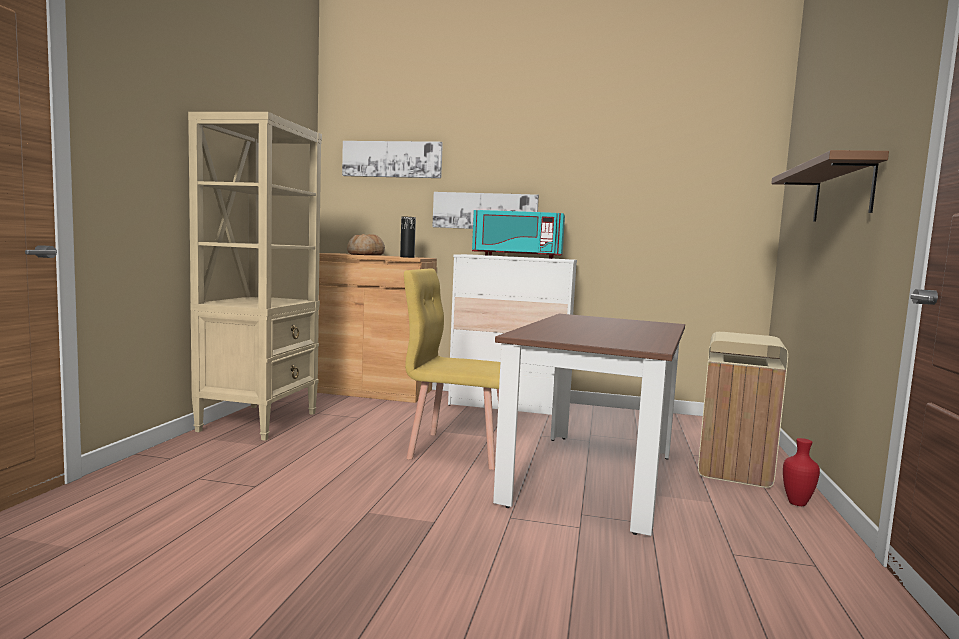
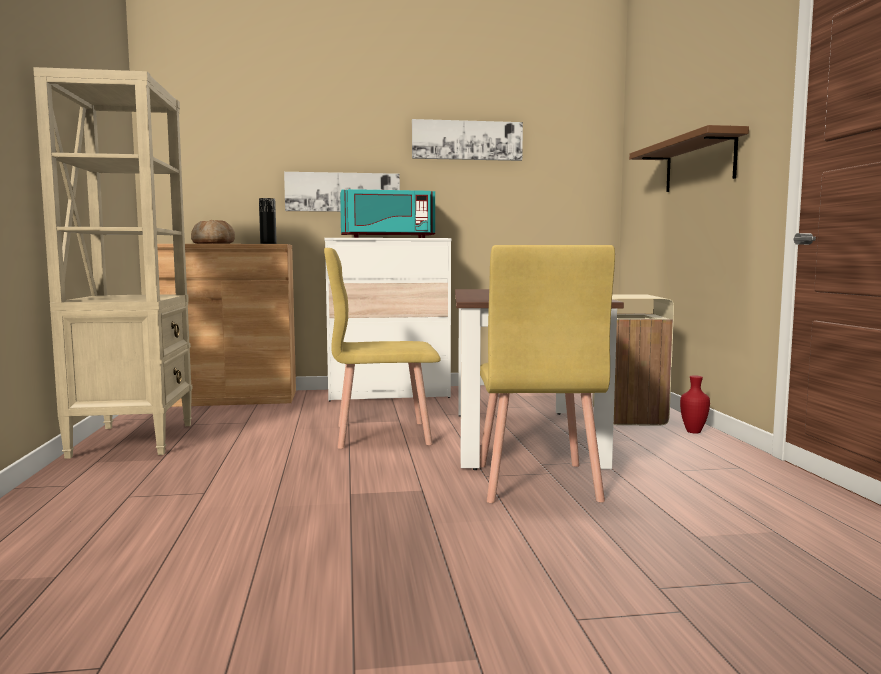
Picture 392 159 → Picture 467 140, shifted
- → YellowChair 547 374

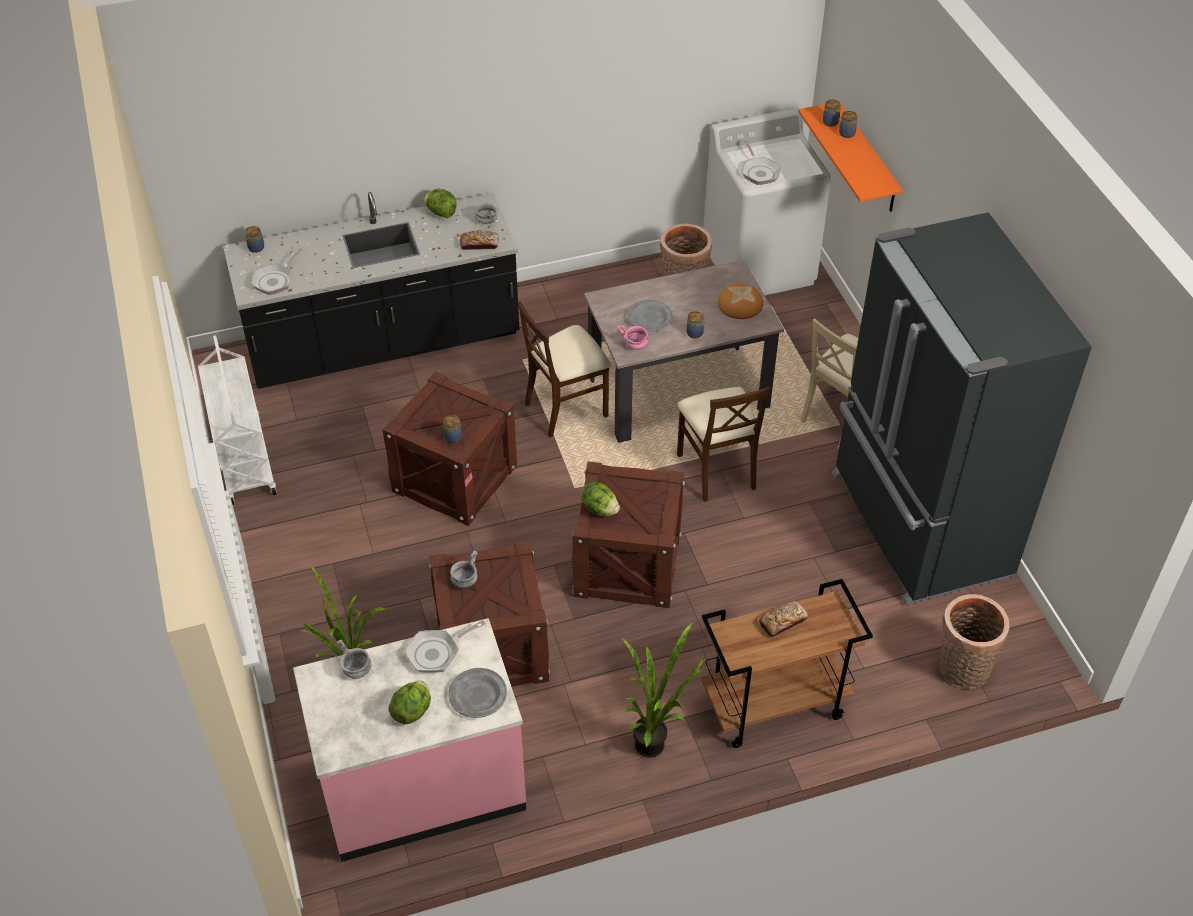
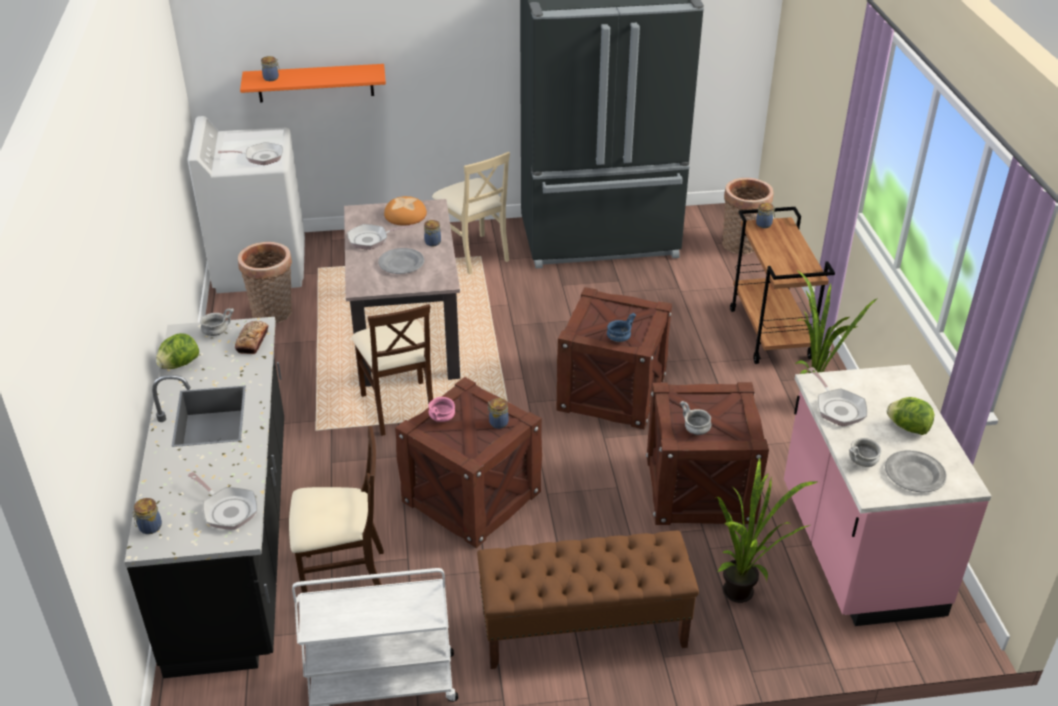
GreyPlate 477 693 → GreyPlate 916 471, shifted
Lettuce 600 498 → BlueBowl 621 327
PinkBowl 633 337 → PinkBowl 441 409, shifted
BeigeChair 723 444 → BeigeChair 336 509, shifted
Bread 783 619 → -
Jar 848 124 → Jar 766 215, shifted
- → FryingPan 380 237
- → BrownBench 588 599

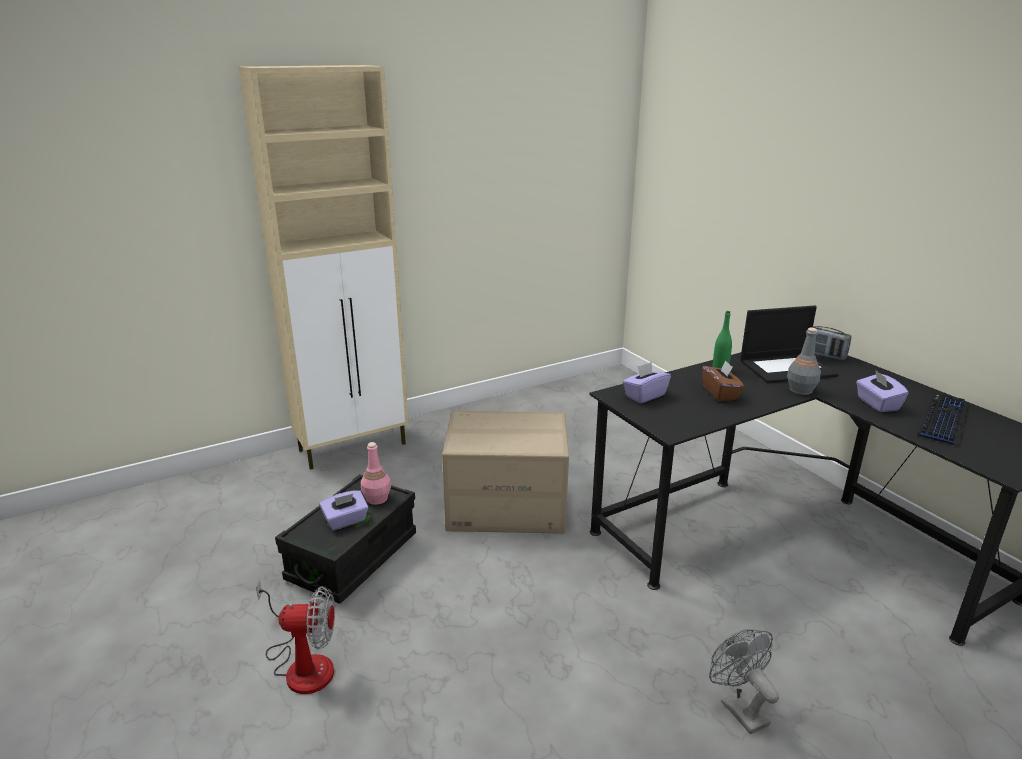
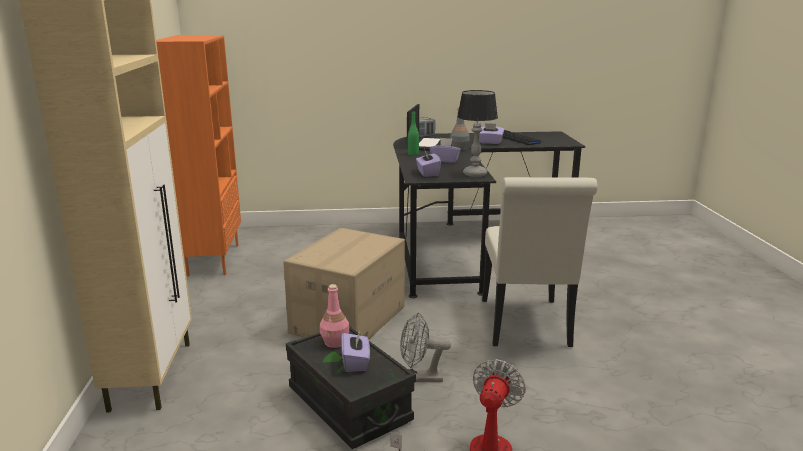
BrownTissueBox 723 380 → PurpleTissueBox 445 150
GreyFan 744 681 → GreyFan 425 347, shifted
- → OrangeBookcase 198 155
- → TableLamp 477 133
- → WhiteChair 540 262

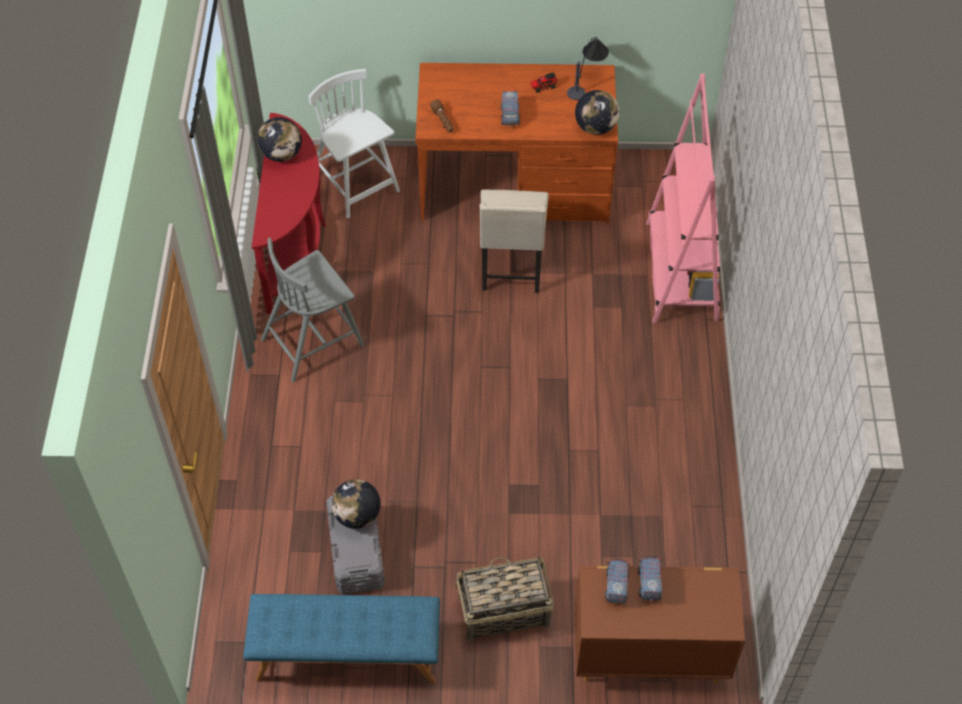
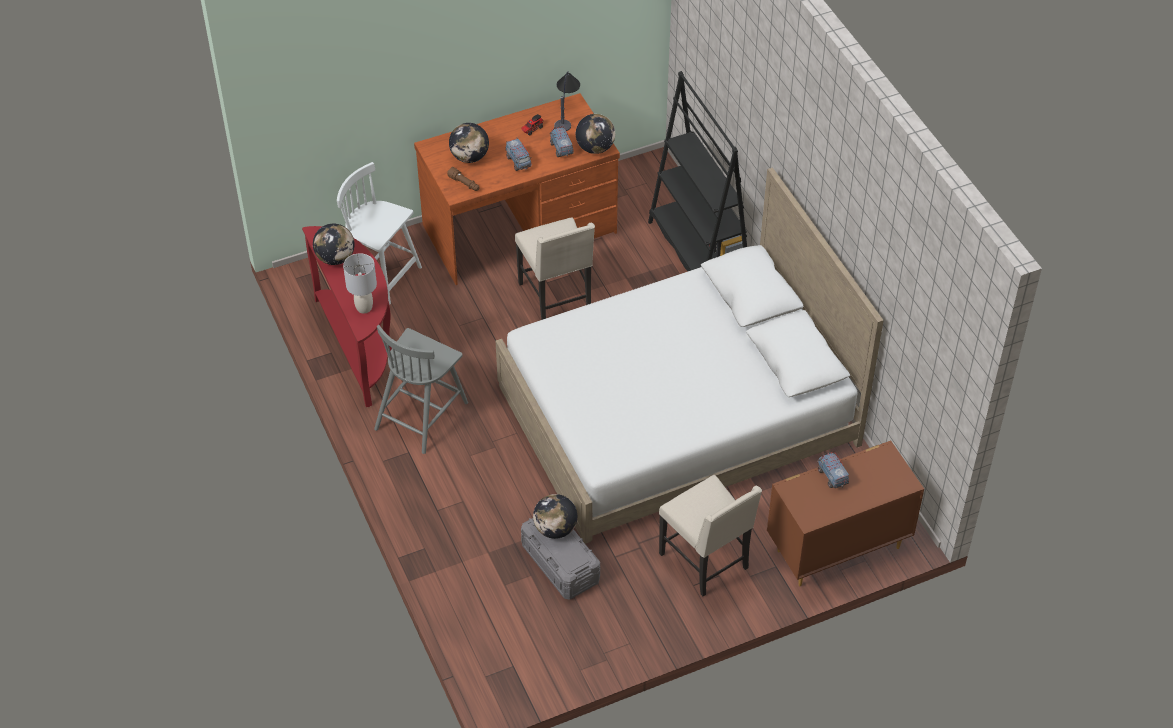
BlueBench 341 639 → -
Basket 505 599 → BeigeChair 710 535
ToyTruck 617 582 → ToyTruck 562 141, shifted
PinkBookcase 683 198 → BlackBookcase 697 171
- → GreyTableLamp 360 283
- → Globe 469 143
- → WhiteBed 690 355

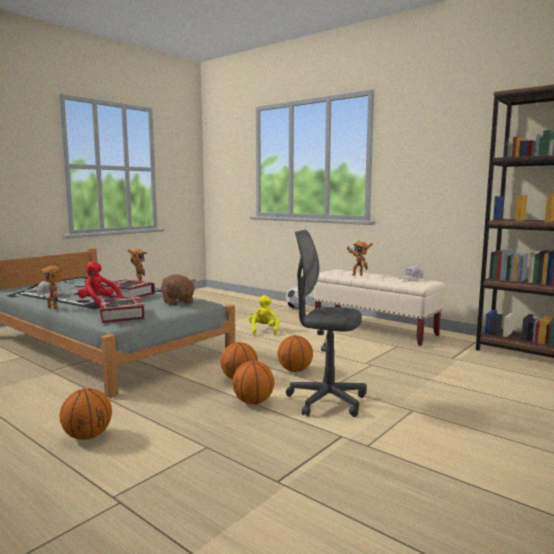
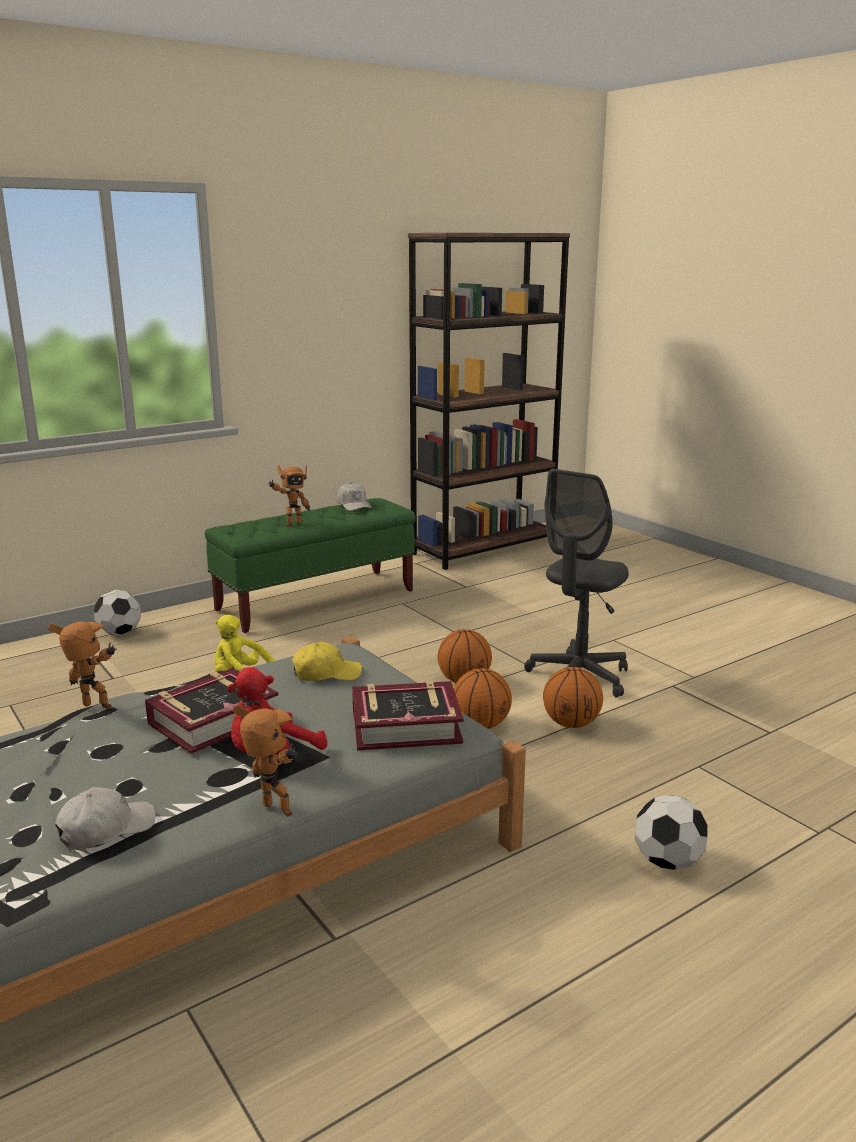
ToyRobot 51 286 → ToyRobot 265 761, 105 degrees counterclockwise
Basketball 86 414 → Football 671 832
BrownPlushToy 178 290 → YellowCap 327 661
BeigeBench 378 307 → GreenBench 310 565

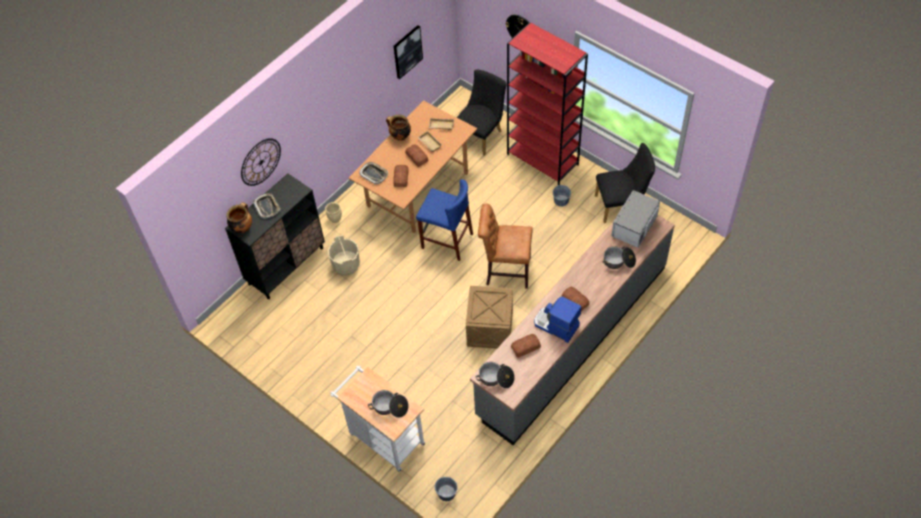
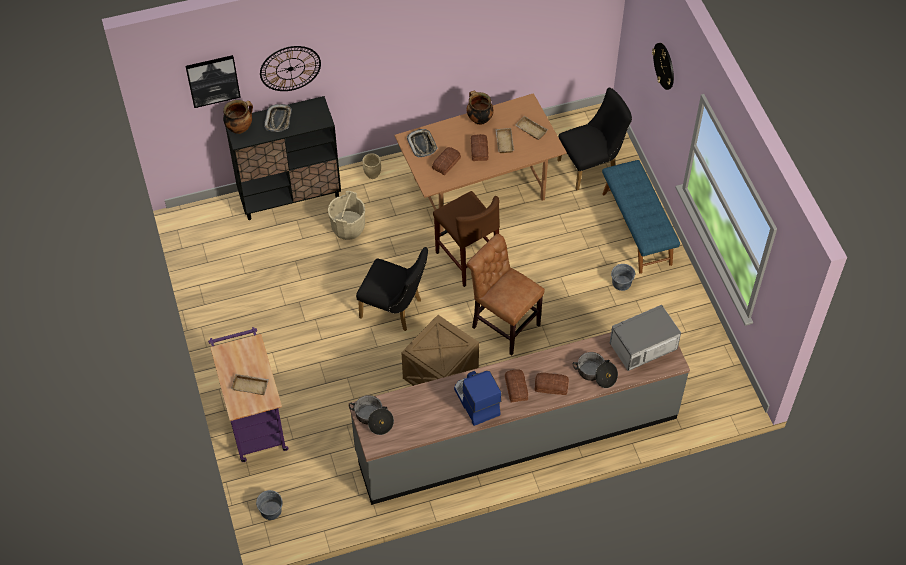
WhiteCart 378 419 → PurpleCart 248 394
CookingPot 388 404 → BeigeTray 250 384
Picture 408 52 → Picture 213 81, shifted
BlueStool 444 220 → BrownStool 466 239
RedBookcase 547 104 → BlueBench 641 217
Bread 526 346 → Bread 552 384, shifted
BlackChair 625 183 → BlackChair 392 289, shifted

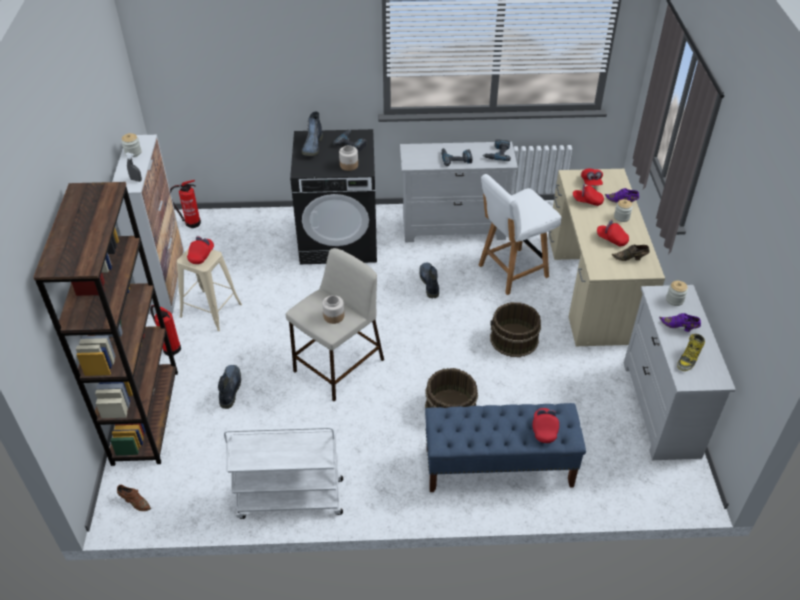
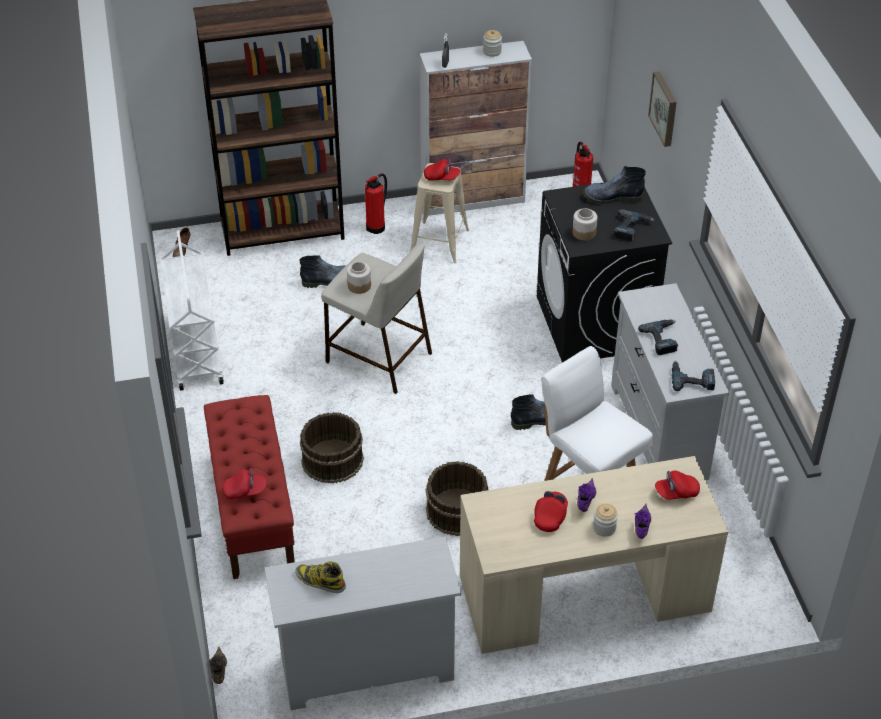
BlueBench 505 447 → RedBench 249 487
RedCap 588 194 → -
BrownShoe 631 253 → BrownShoe 218 665, shifted
PurpleShoe 680 322 → PurpleShoe 586 495, shifted
Jar 677 293 → -
- → Picture 662 109

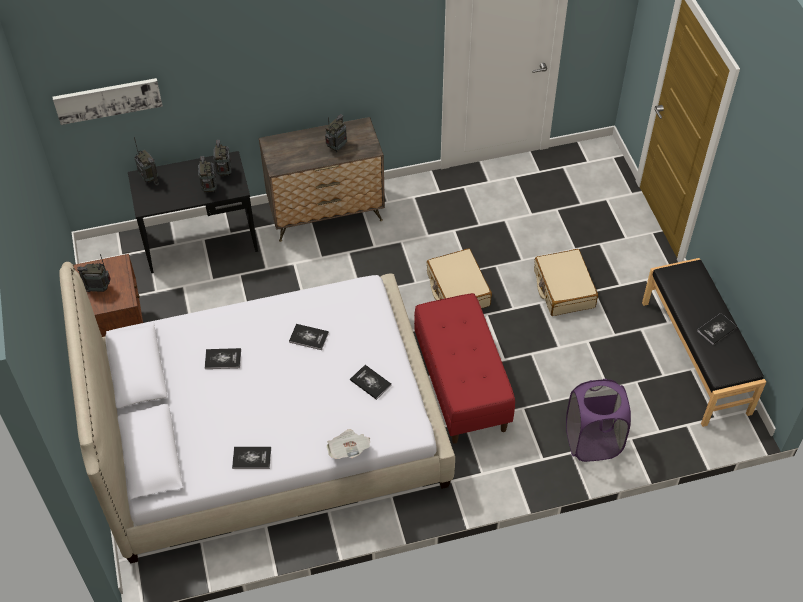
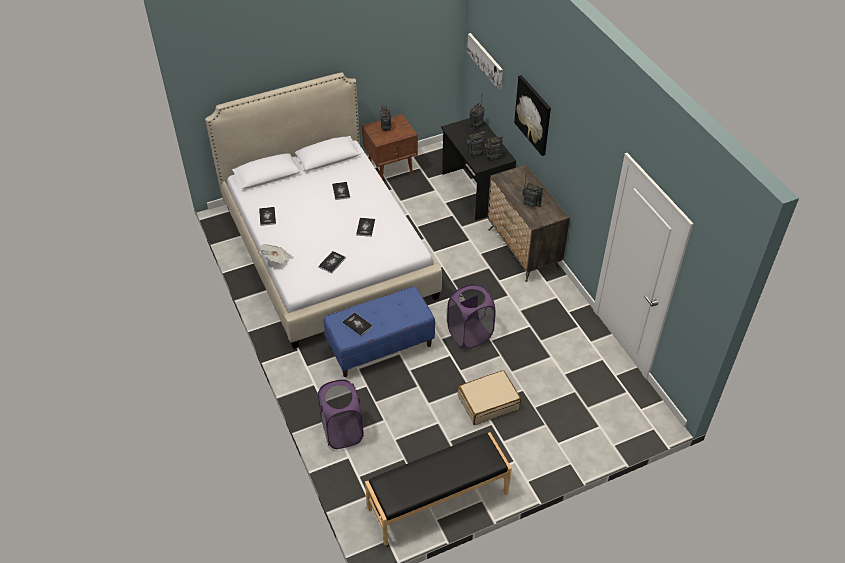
RedBench 464 368 → BlueBench 379 331
BeigeSuitcase 459 278 → PurpleLaundryBasket 471 316
Book 717 329 → Book 358 324, shifted
- → Picture 532 115

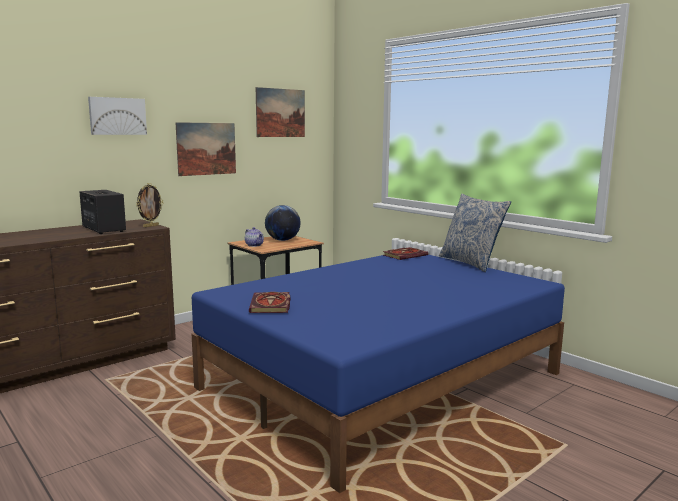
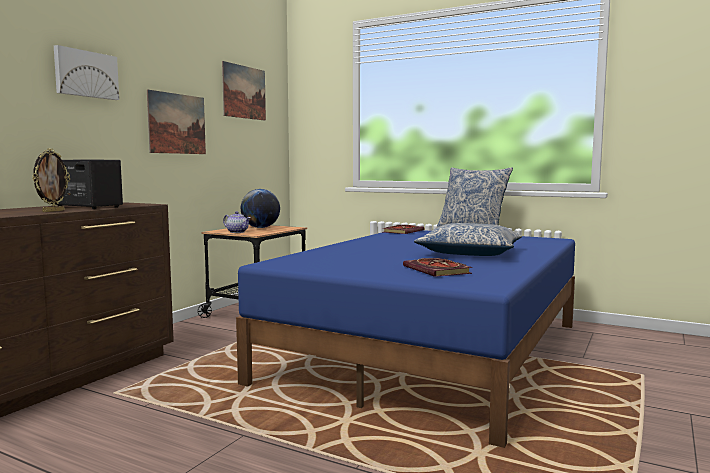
PictureFrame 149 205 → PictureFrame 51 180, shifted
Book 270 302 → Book 437 267, shifted
- → Pillow 468 239

